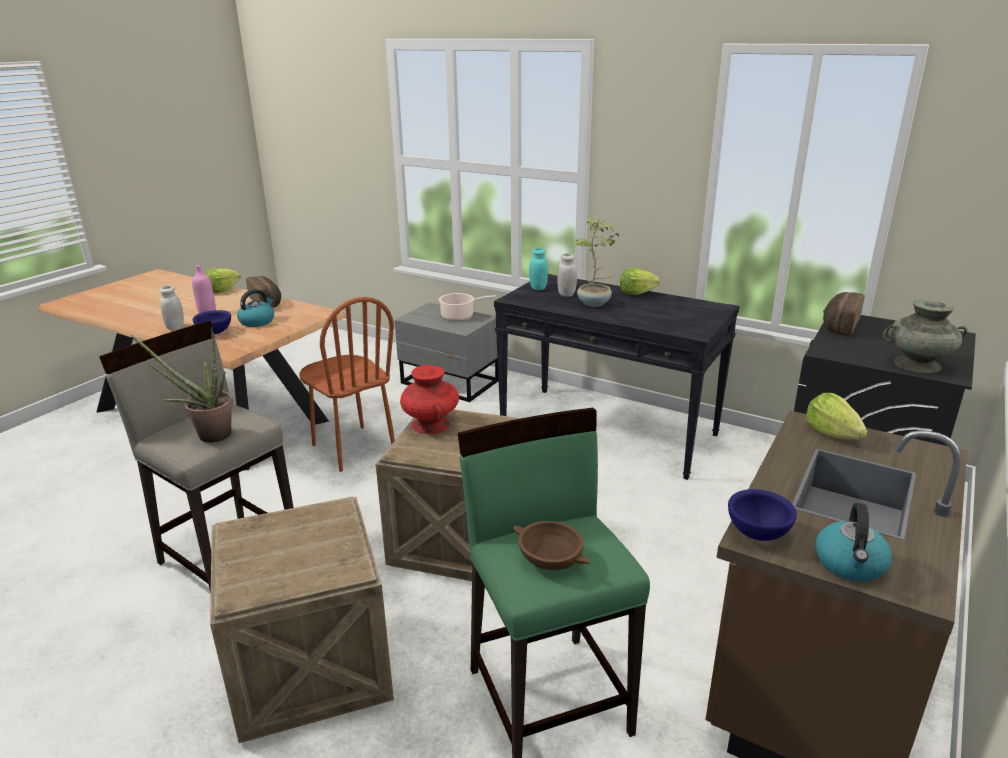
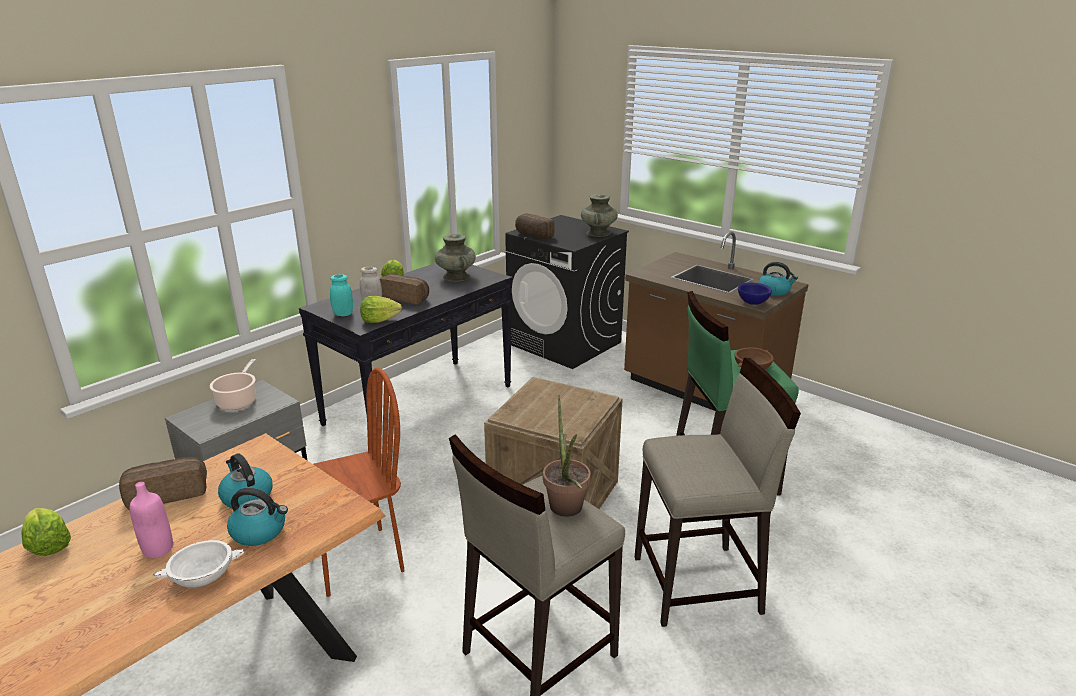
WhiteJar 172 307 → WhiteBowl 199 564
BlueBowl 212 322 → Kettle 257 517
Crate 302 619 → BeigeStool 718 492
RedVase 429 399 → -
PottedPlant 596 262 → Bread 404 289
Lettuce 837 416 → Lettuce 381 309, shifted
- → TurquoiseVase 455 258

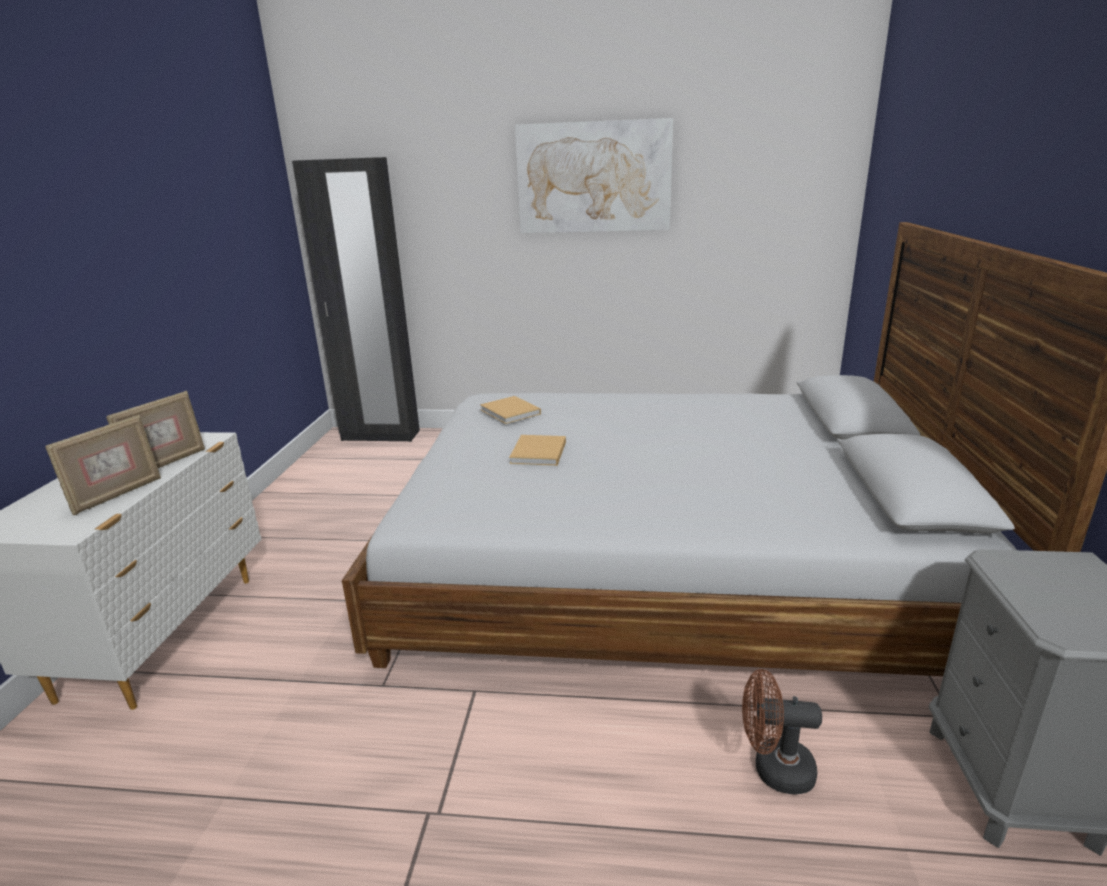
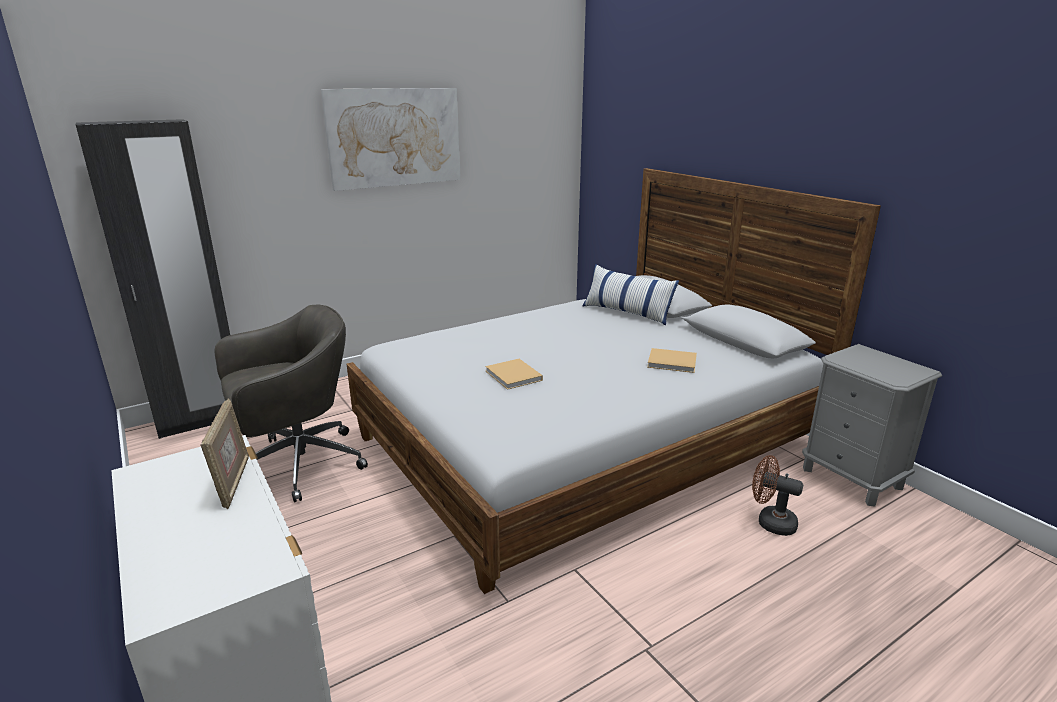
PictureFrame 103 464 → -
BeigeBook 510 410 → BeigeBook 672 360, shifted
BrownFan 782 731 → BrownFan 777 495, 60 degrees clockwise
- → GreyOfficeChair 291 403
- → Pillow 631 294

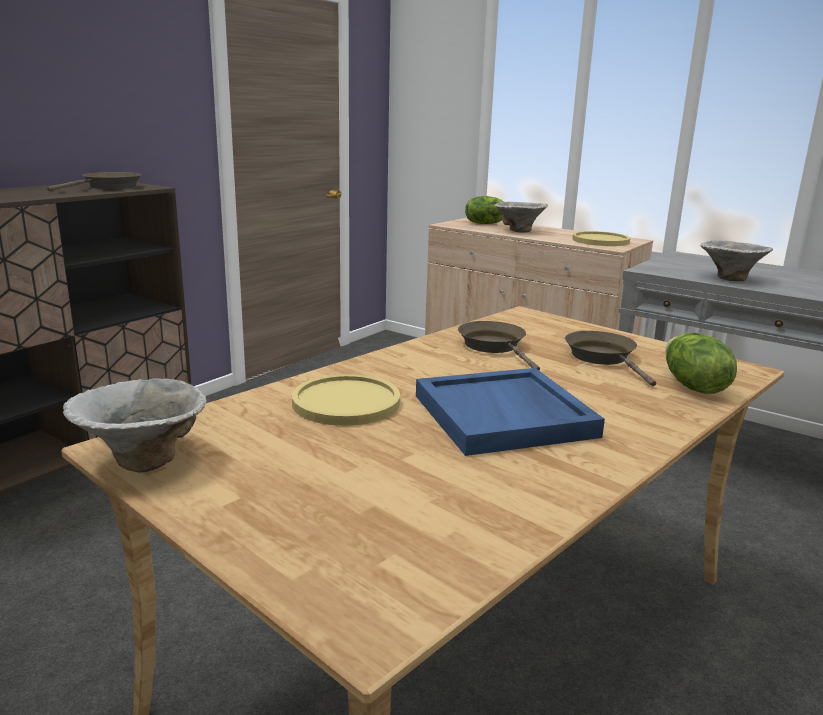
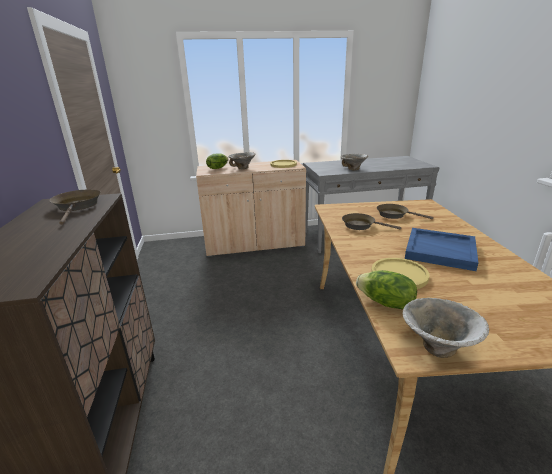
Lettuce 701 363 → Lettuce 386 289, shifted

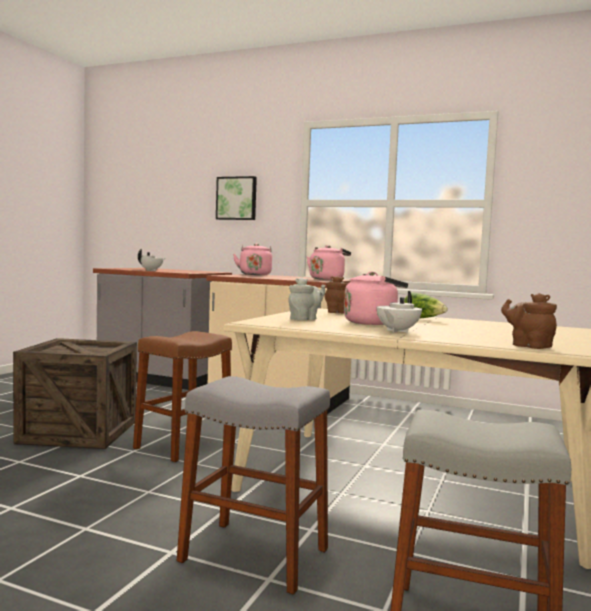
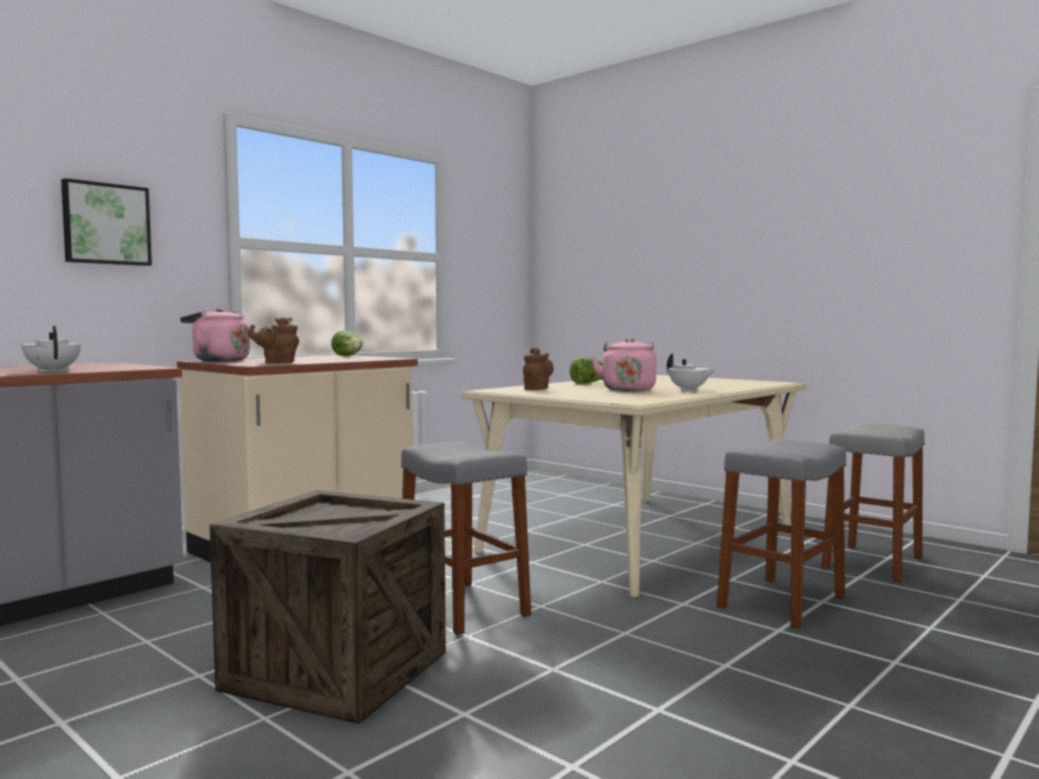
BrownStool 182 396 → GreyStool 466 538
GreyTeapot 306 299 → -
PinkKettle 329 262 → Lettuce 347 343
BrownTeapot 529 321 → BrownTeapot 273 340, shifted

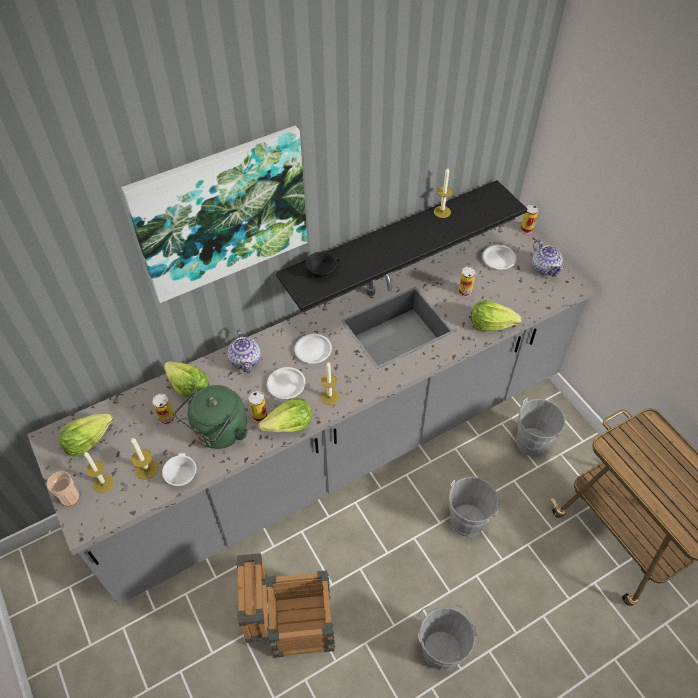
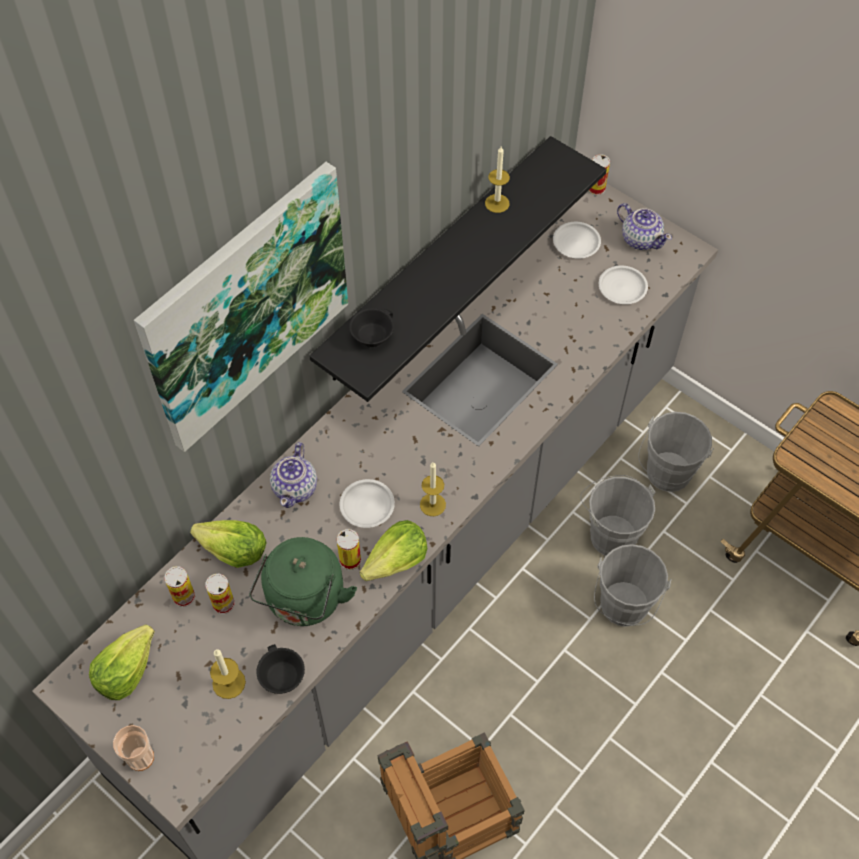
Candle 99 472 → -
WhiteCup 179 469 → BlackCup 280 669
Teapot 244 350 → Teapot 293 475, 45 degrees clockwise
WhitePlate 313 349 → WhitePlate 623 284, shifted
GreyBucket 447 637 → GreyBucket 617 515, shifted
Can 467 282 → Can 179 586, shifted
Lettuce 496 315 → -

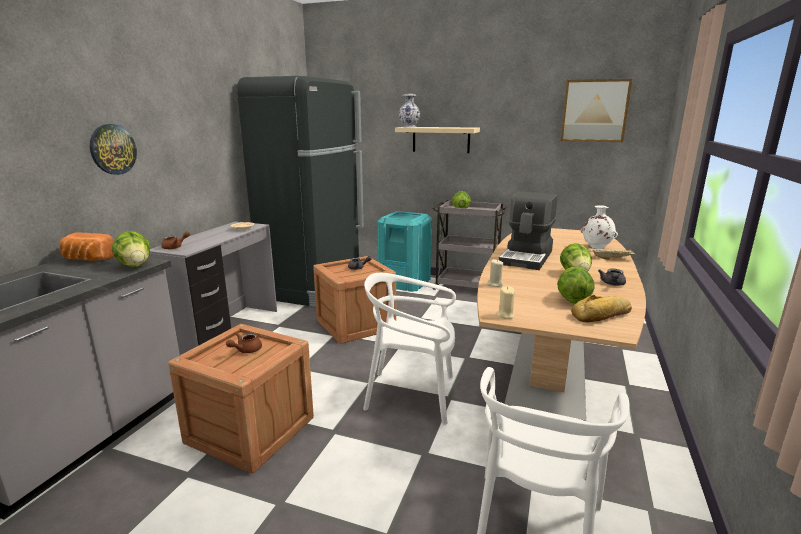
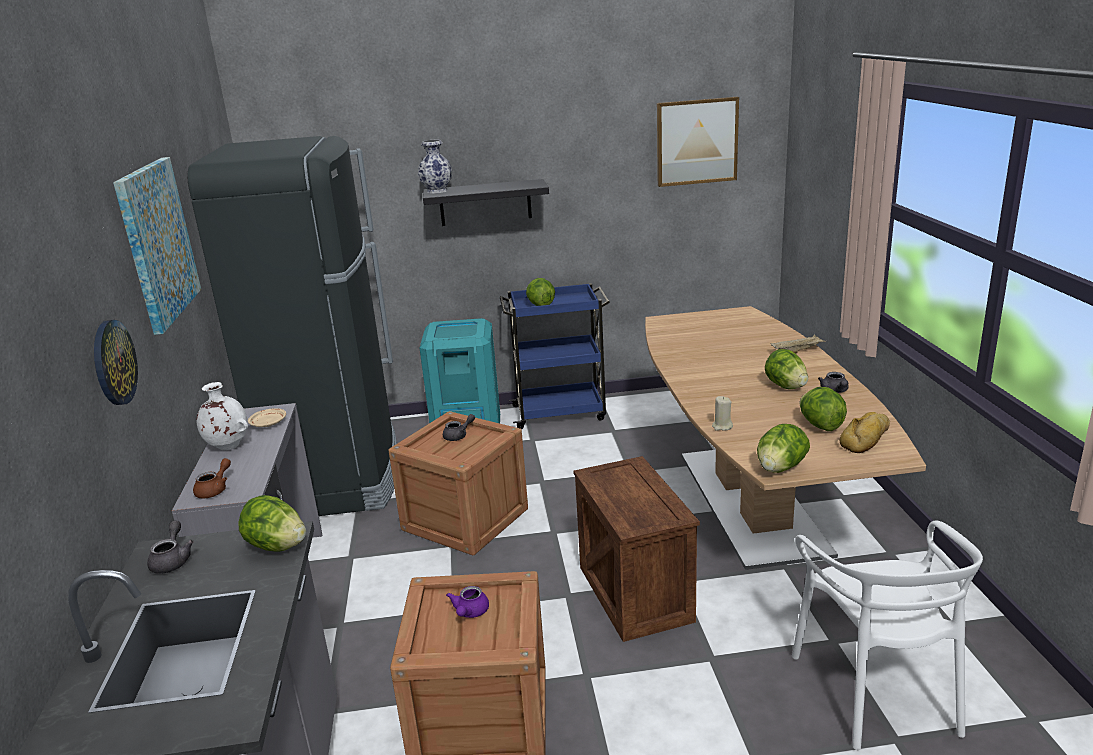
Bread 86 246 → GreyTeapot 170 547
BrownTeapot 244 343 → PurpleTeapot 467 602
WhiteChair 409 349 → Crate 636 549
BeigeShelf 437 140 → BlackShelf 486 202
GreyCart 471 245 → BlueCart 555 356
BeigeCandle 505 302 → Lettuce 783 448
CoffeeMachine 528 231 → -
WhiteVase 599 227 → WhiteVase 222 416, shifted
- → Picture 157 246

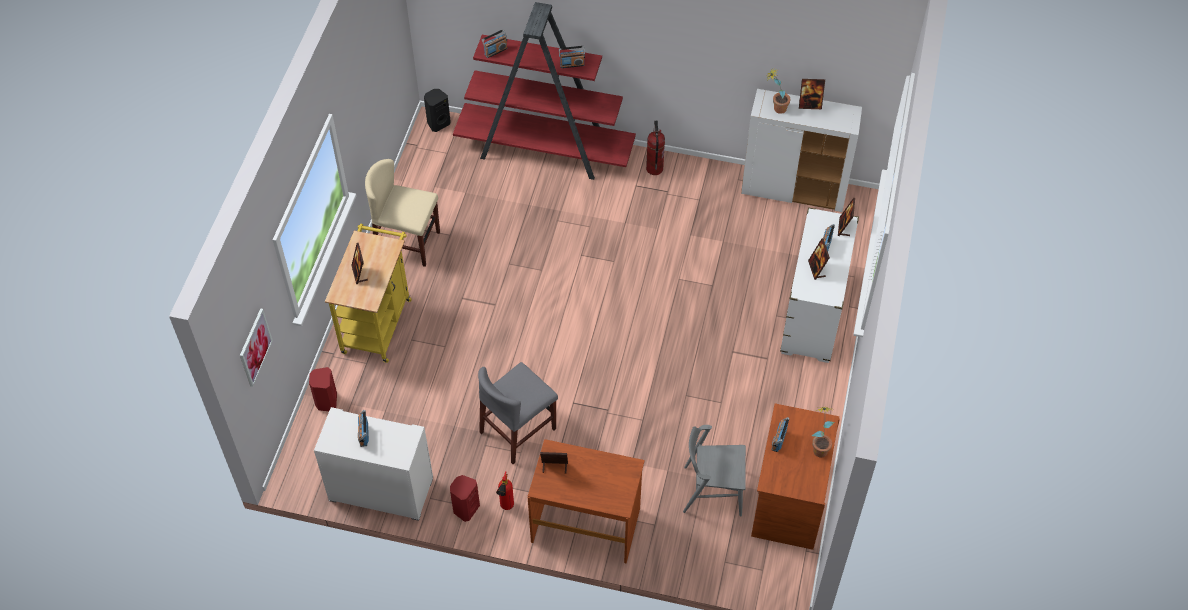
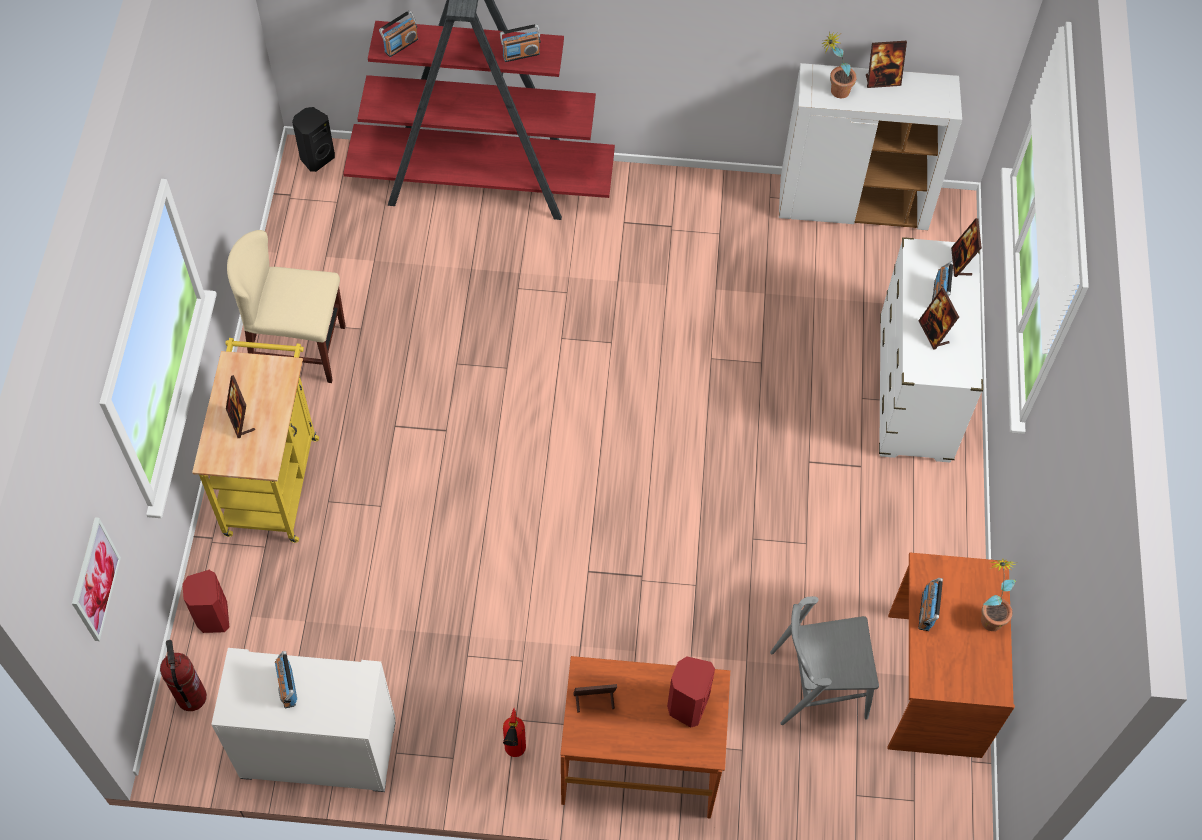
RedSpeaker 465 498 → RedSpeaker 691 692, shifted
GreyChair 518 413 → -
FireExtinguisher 655 148 → FireExtinguisher 183 675, shifted

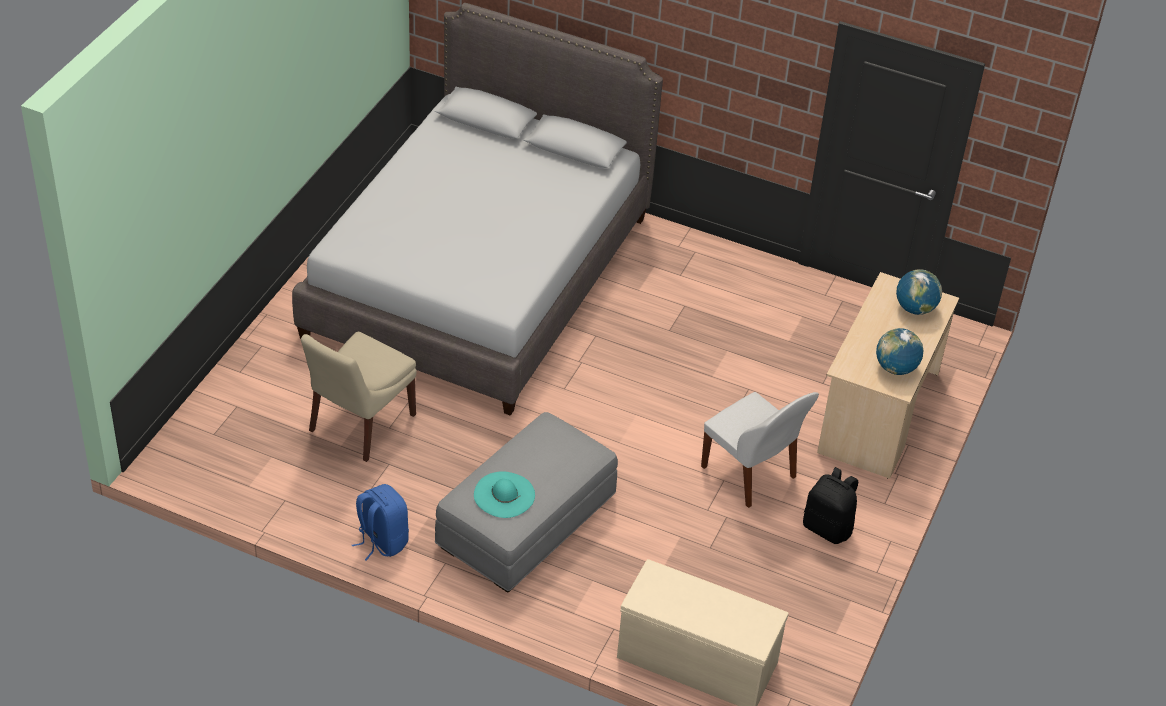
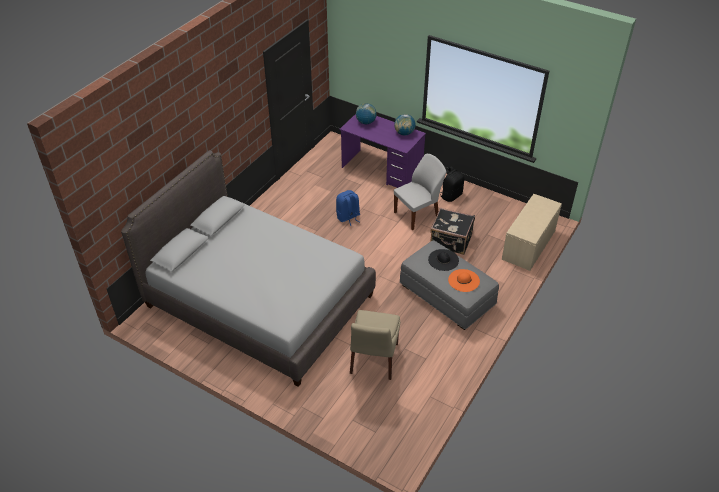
BeigeChair 359 397 → BeigeChair 375 345, 60 degrees clockwise
BlueBackpack 380 522 → BlueBackpack 348 208, shifted
TurquoiseHat 504 494 → OrangeHat 464 280
BeigeDesk 888 375 → PurpleDesk 383 151
- → BlackHat 443 260
- → BlackSuitcase 452 231

